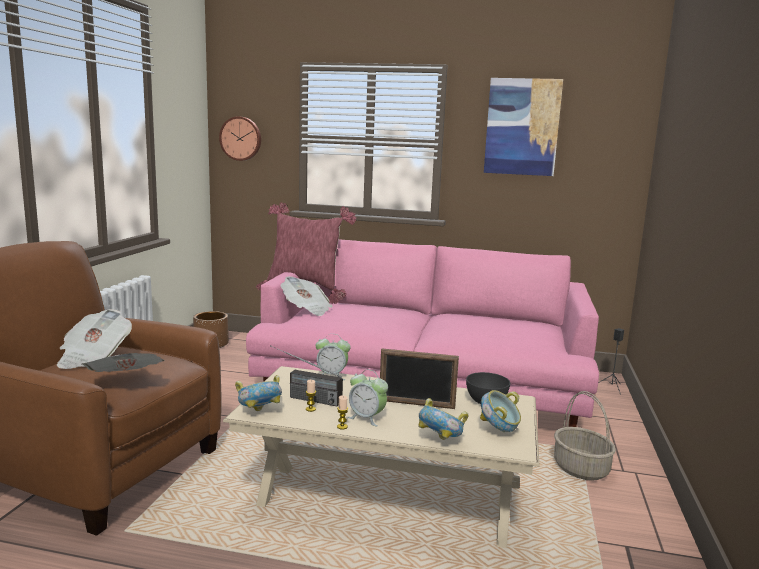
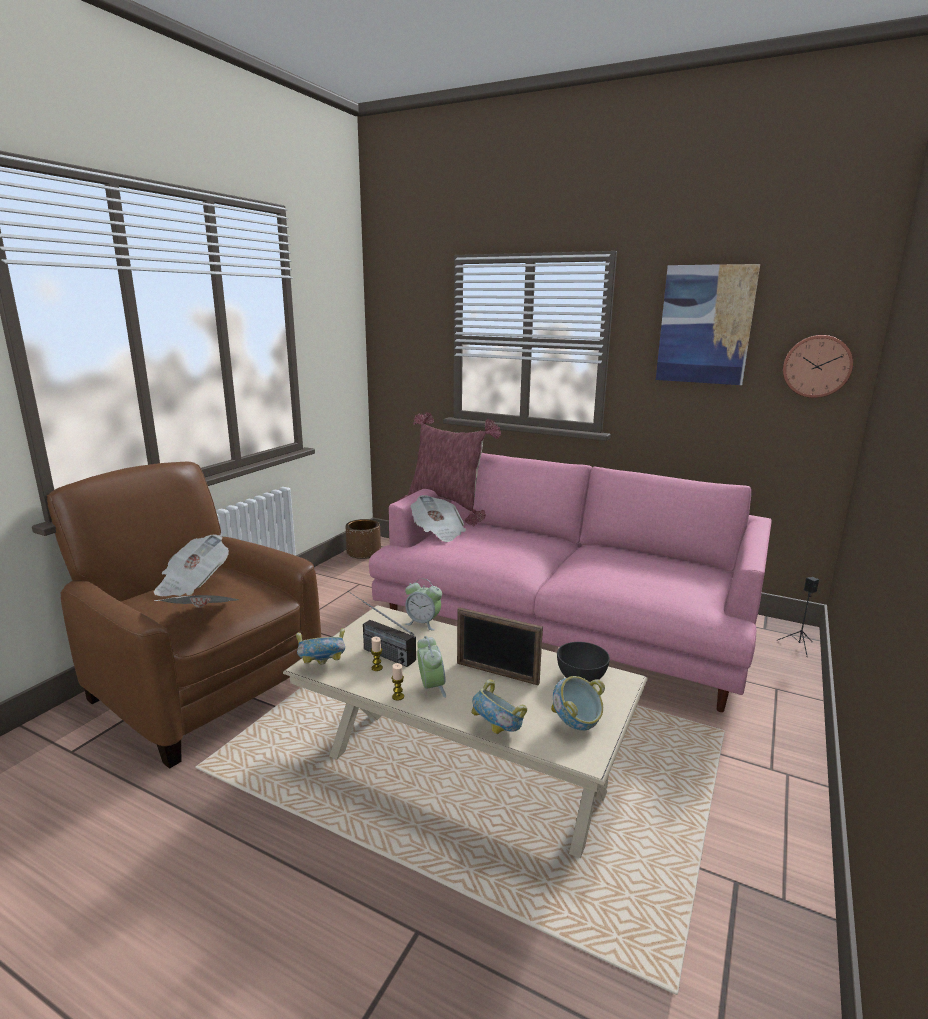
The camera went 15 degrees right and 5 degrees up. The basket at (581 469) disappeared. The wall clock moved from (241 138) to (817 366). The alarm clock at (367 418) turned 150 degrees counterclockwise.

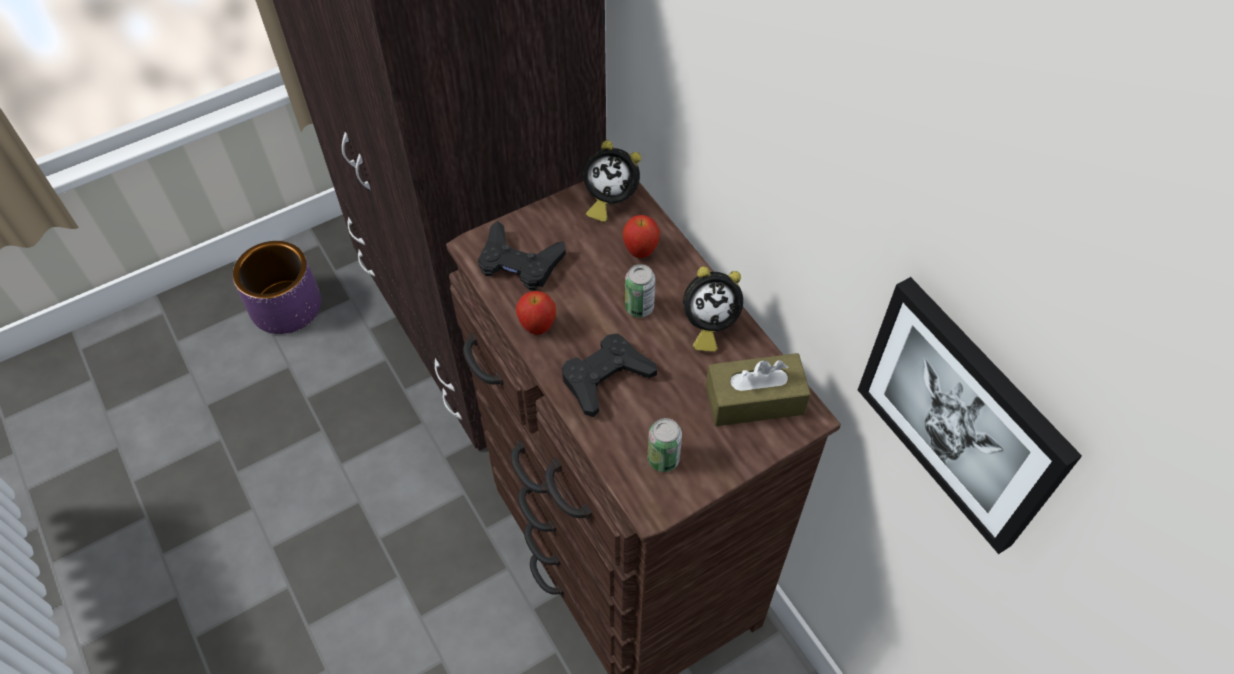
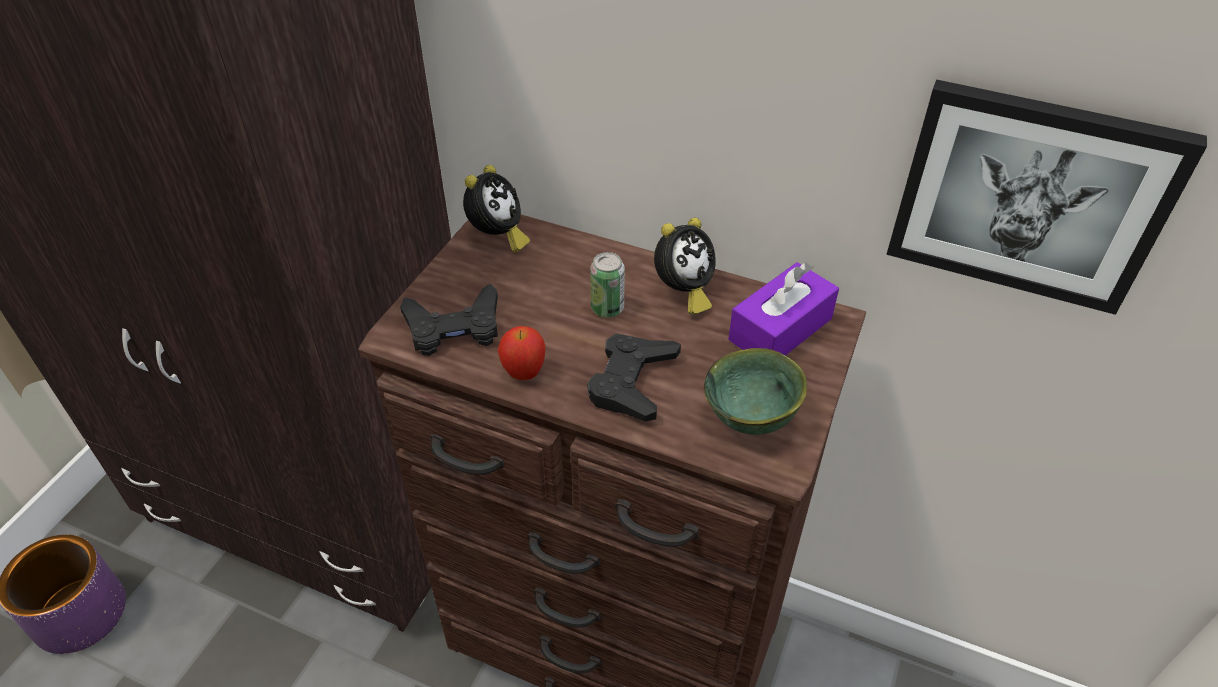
The camera went 35 degrees left and 10 degrees down. The apple at (640 251) disappeared. The can at (663 459) was replaced by the bowl/green at (751 421). The tissue box/brown at (754 400) became the tissue box/purple at (780 329). The alarm clock at (609 200) turned 45 degrees counterclockwise.

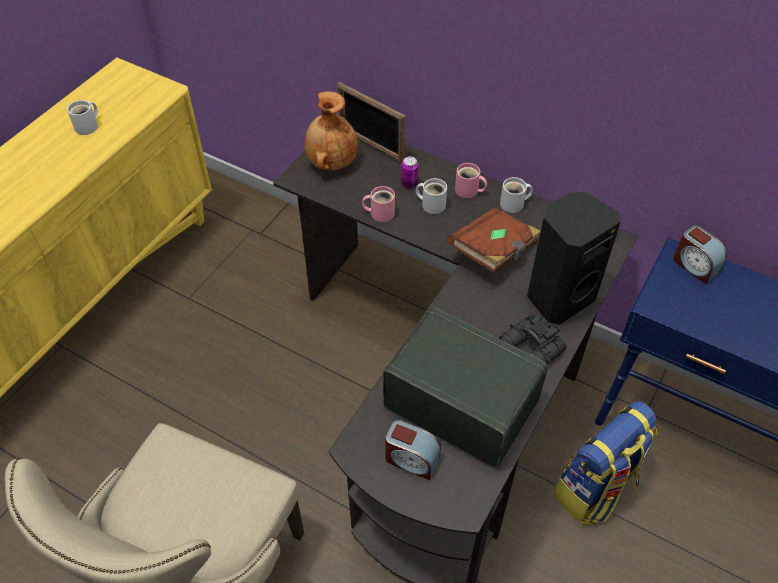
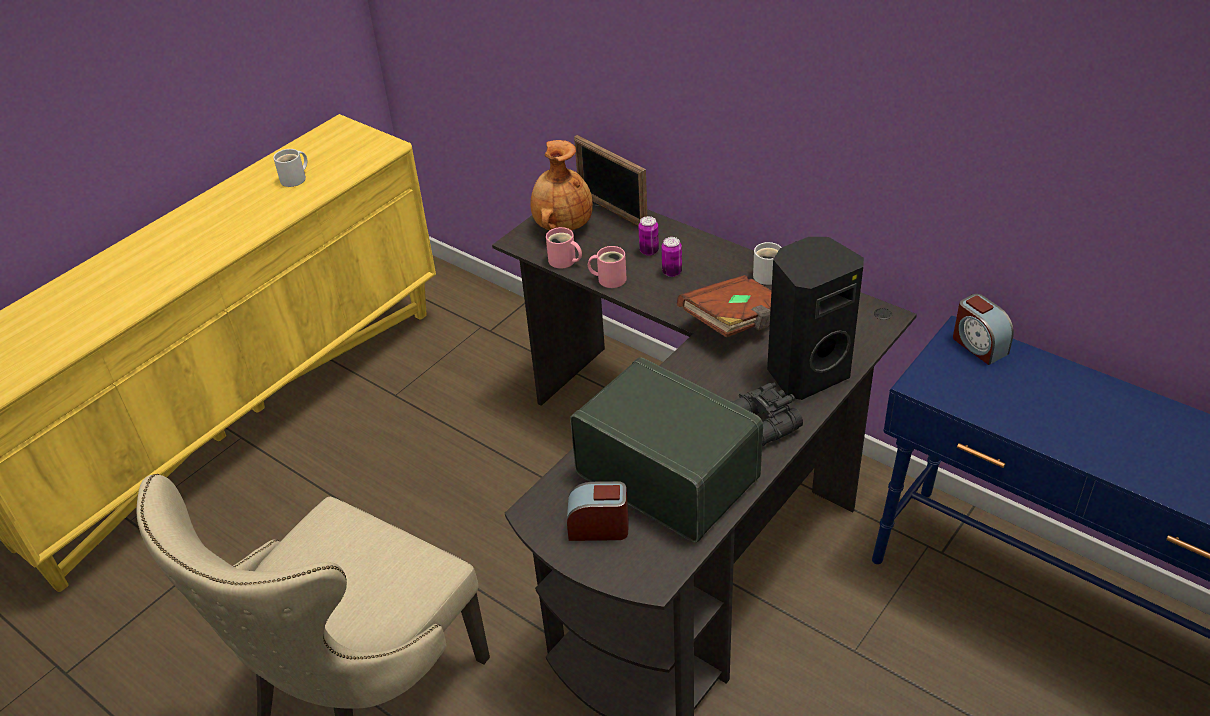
The camera went 10 degrees right and 10 degrees down. The backpack at (595 489) disappeared. The mug/pink moved from (468 191) to (564 261). The mug/white at (432 204) was replaced by the can at (672 272). The alarm clock at (411 459) turned 150 degrees clockwise.

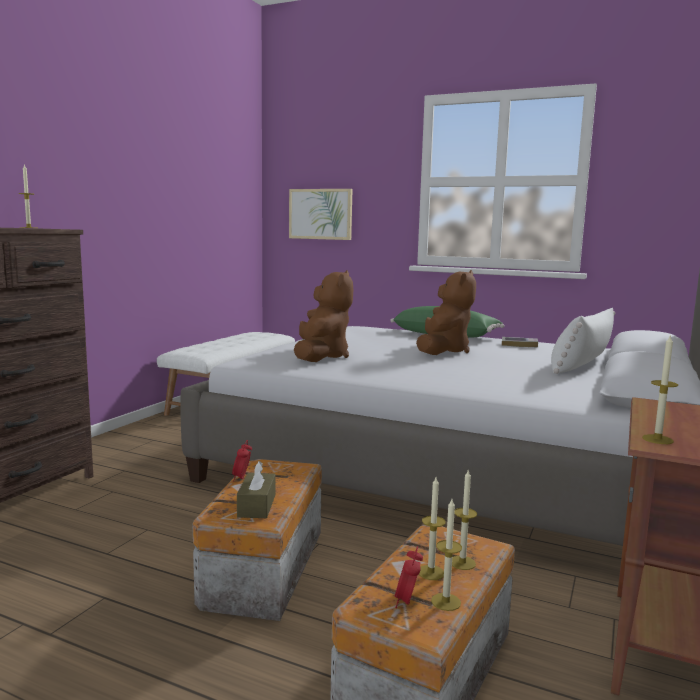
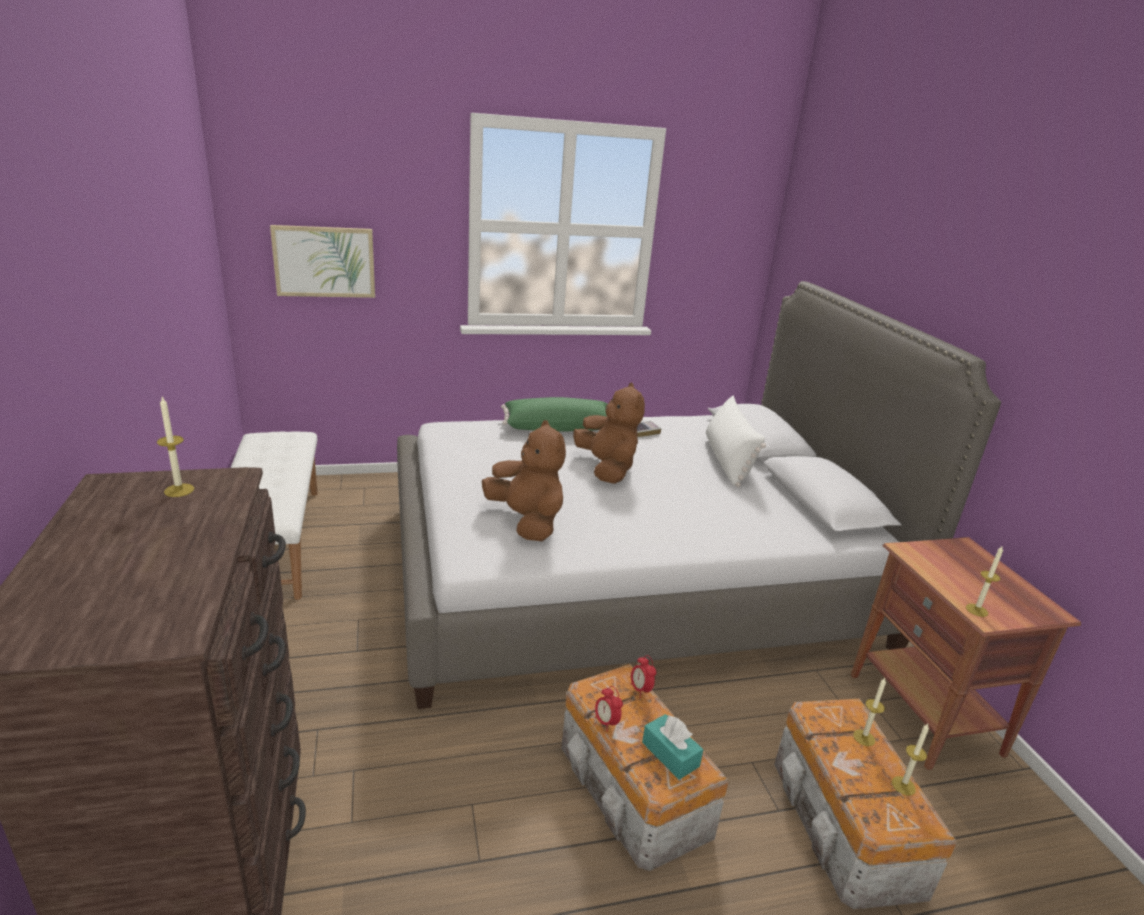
The camera went 40 degrees left and 15 degrees up. The candle at (431 572) disappeared. The alarm clock moved from (407 602) to (640 689). The tissue box/brown at (256 505) became the tissue box/turquoise at (670 754).

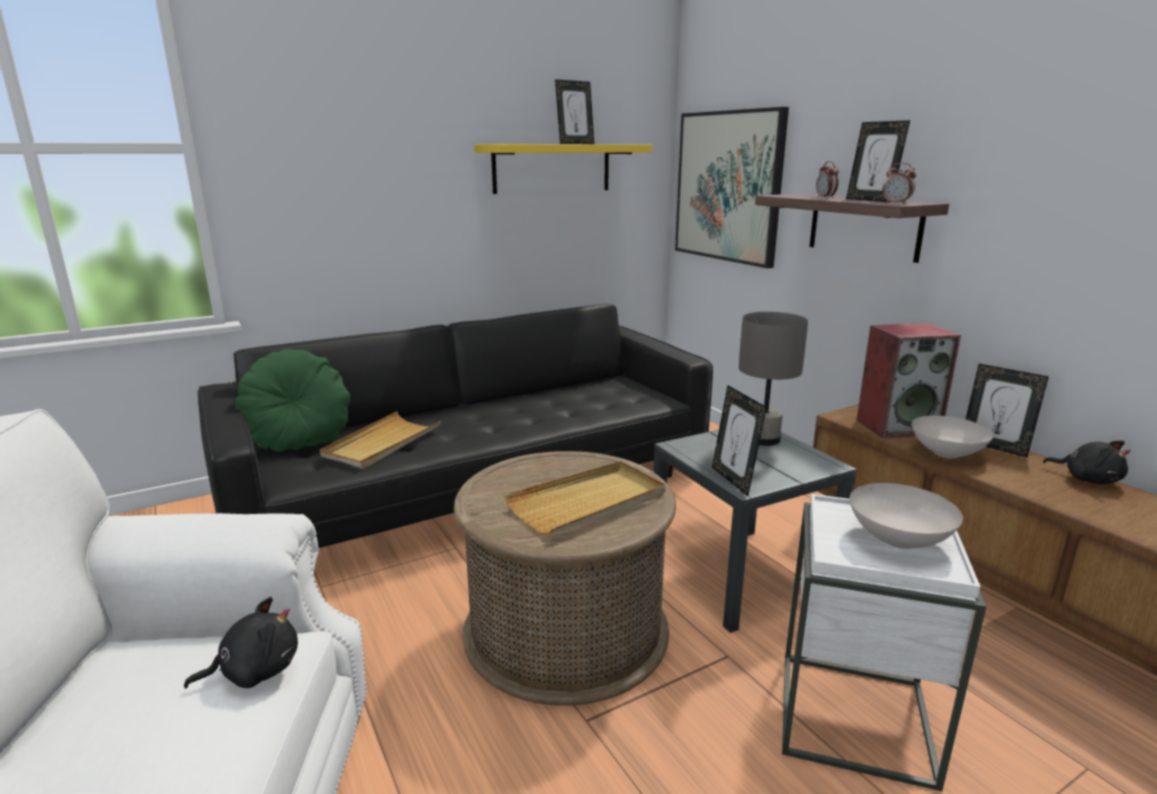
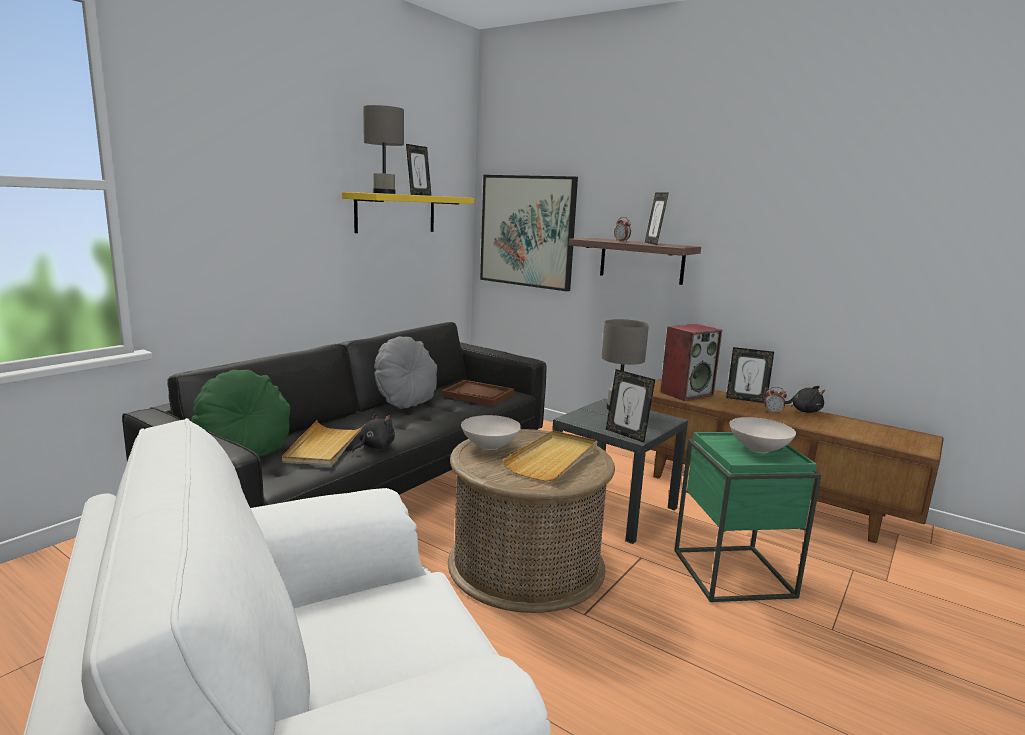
The camera went 25 degrees left and 5 degrees down. The table lamp/grey at (384 193) appeared. The pillow/grey at (406 404) appeared. The tray/brown at (478 395) appeared. The plush toy/black moved from (255 671) to (374 447). The alarm clock moved from (896 204) to (773 412). The bowl/white moved from (945 454) to (489 446). The side table/white at (855 716) became the side table/green at (733 573). The picture frame at (871 200) turned 45 degrees clockwise.

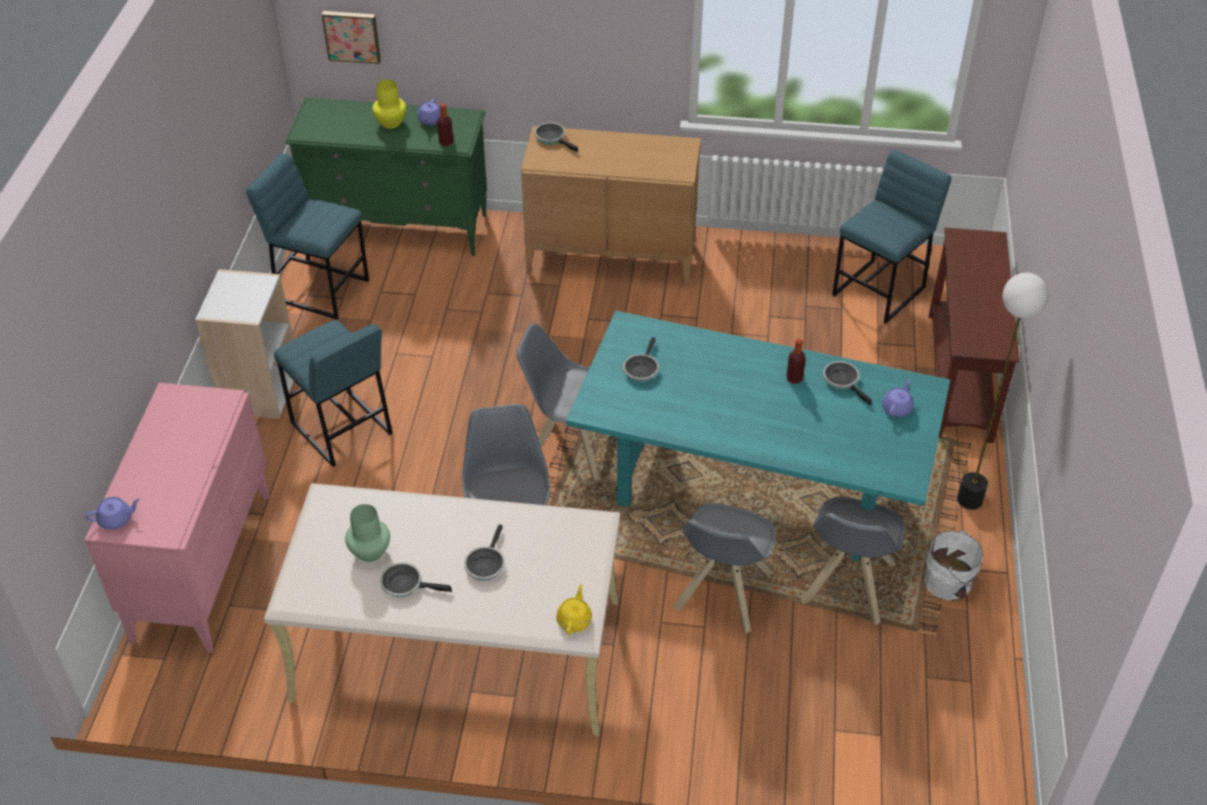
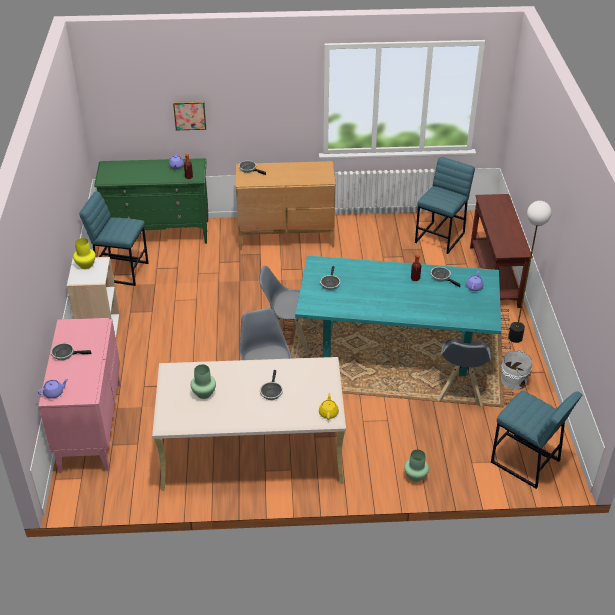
The camera went 10 degrees left and 5 degrees down. The chair/grey at (722 592) disappeared. The vase/green at (415 476) appeared. The stool/blue moved from (343 429) to (527 462). The picture moved from (352 35) to (189 114). The vase/yellow moved from (391 122) to (86 265). The frying pan moved from (405 584) to (65 354).

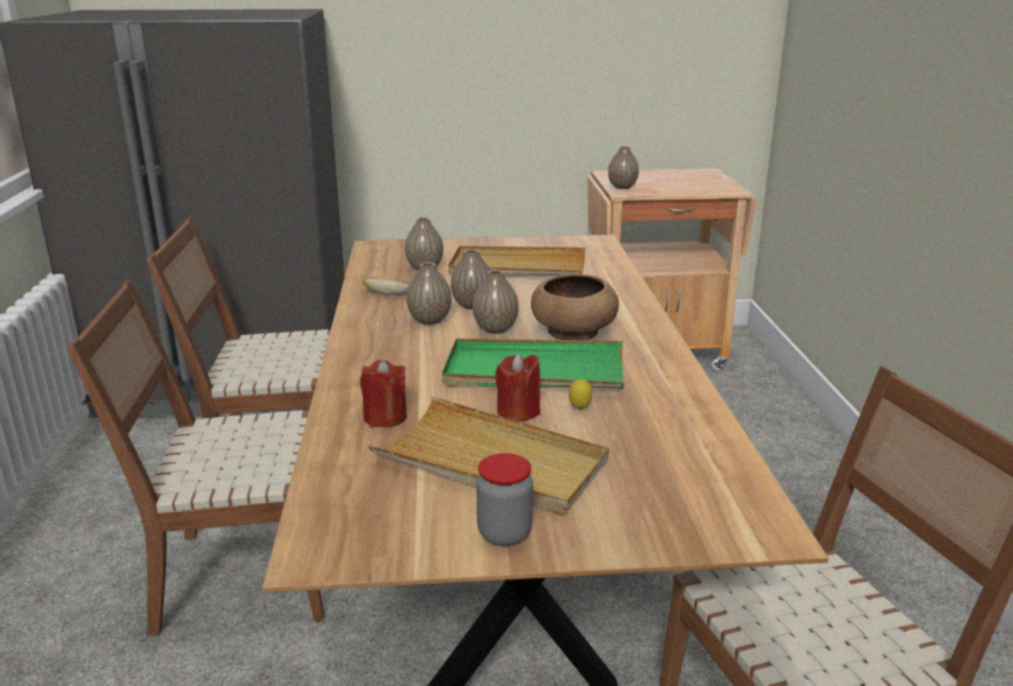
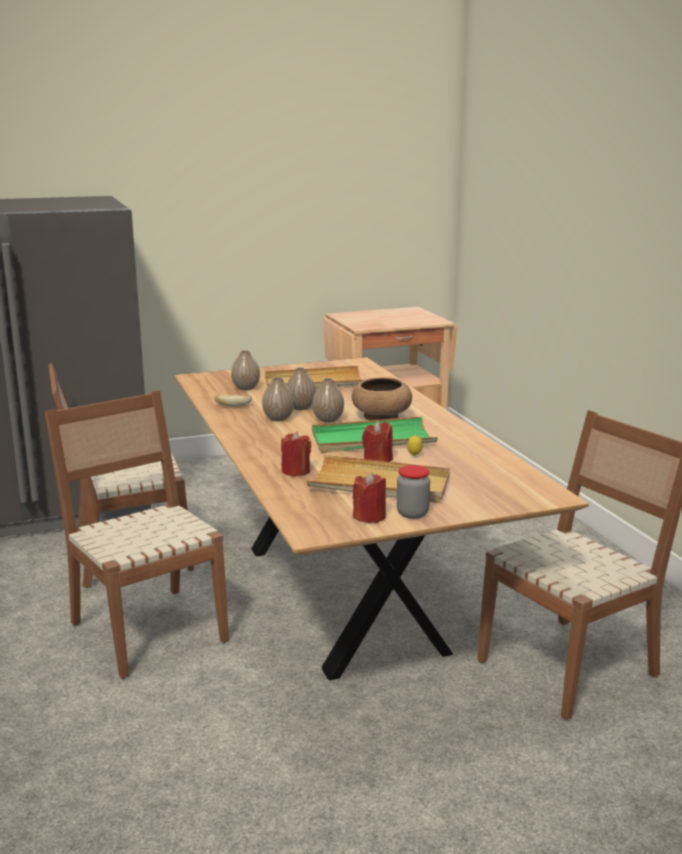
The camera went 15 degrees left and 5 degrees down. The vase at (622 187) disappeared. The candle/red at (369 516) appeared. The chair at (239 577) turned 75 degrees clockwise.

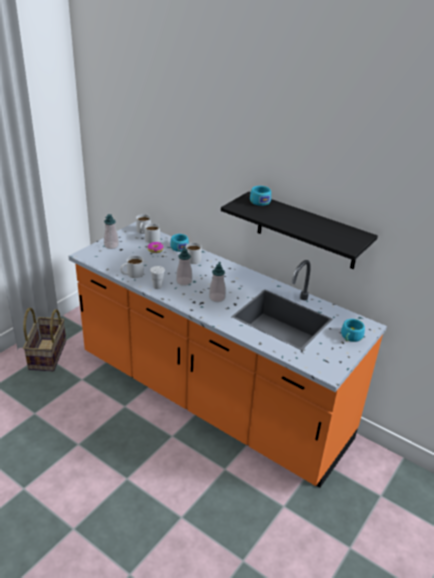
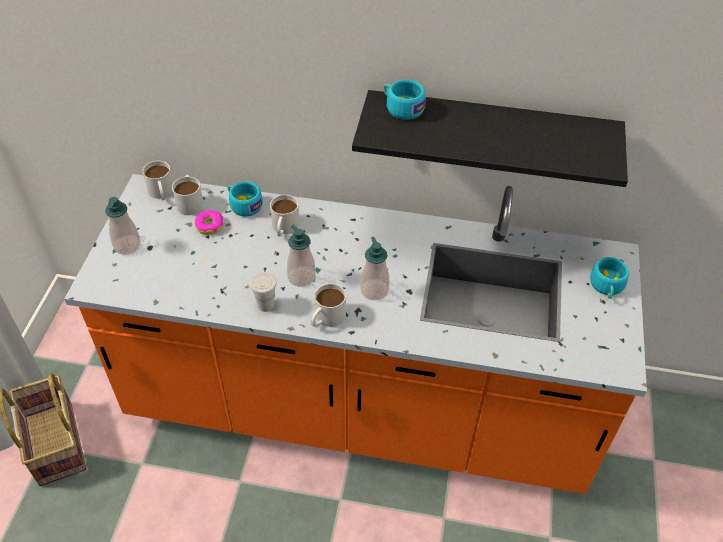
The camera went 25 degrees left and 15 degrees up. The mug/white moved from (132 274) to (326 318).

